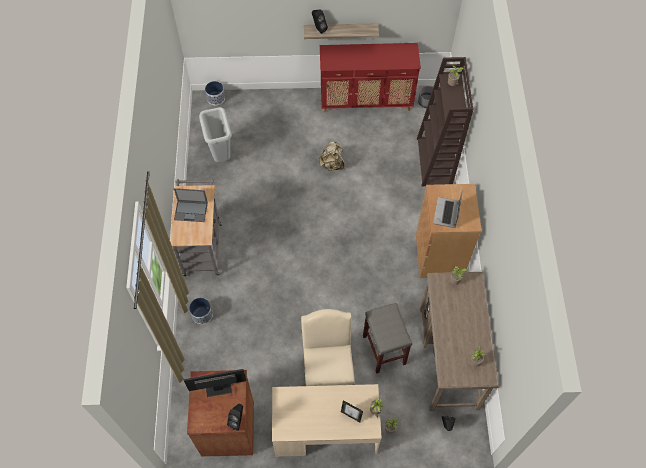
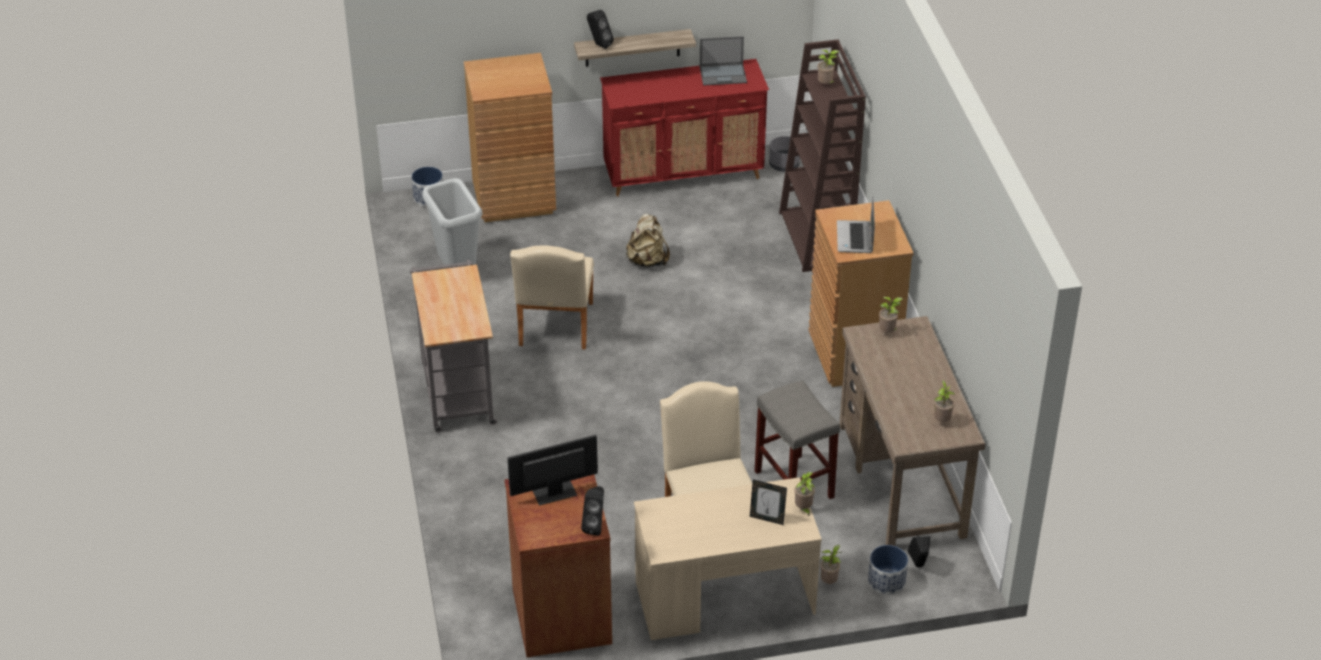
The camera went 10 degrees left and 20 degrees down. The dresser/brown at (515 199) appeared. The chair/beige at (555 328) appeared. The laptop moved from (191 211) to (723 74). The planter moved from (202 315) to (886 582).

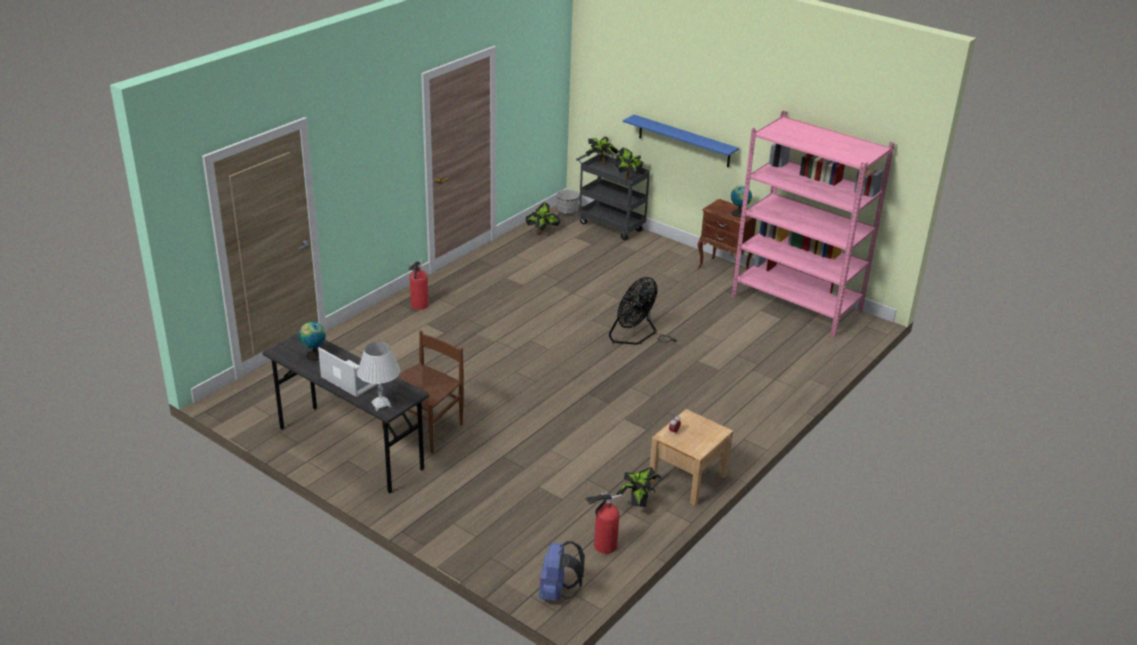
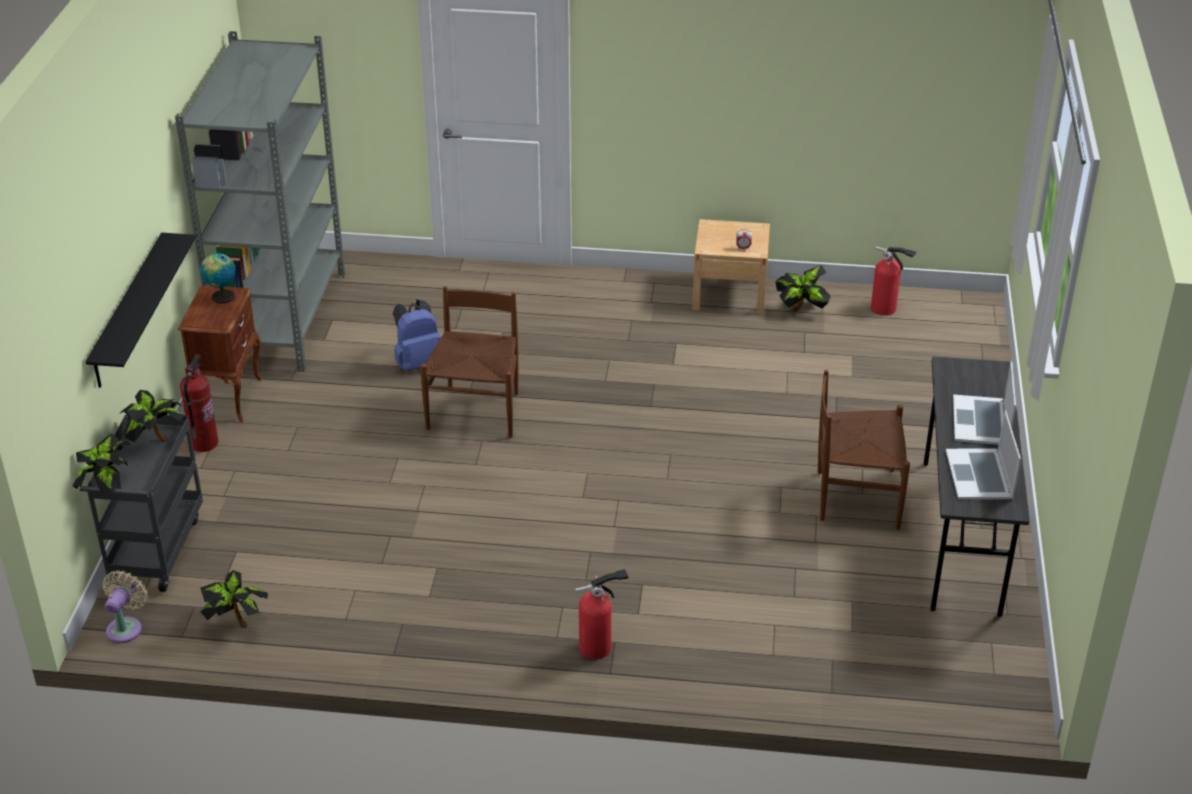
The camera went 120 degrees left and 5 degrees up. The table lamp/white at (381 404) disappeared. The fire extinguisher at (204 443) appeared. The backpack/blue moved from (558 592) to (418 362). The globe at (313 355) was replaced by the laptop at (980 474). The planter at (567 211) was replaced by the fan/beige at (126 627). The fan/black at (641 334) was replaced by the chair/brown at (476 411). The shelf/blue at (684 141) became the shelf/black at (128 311). The bookcase/pink at (796 304) became the bookcase/grey at (282 318).

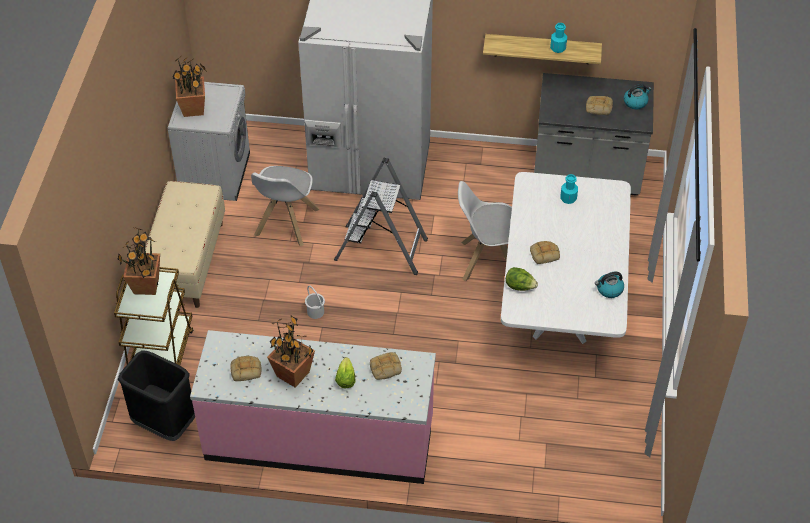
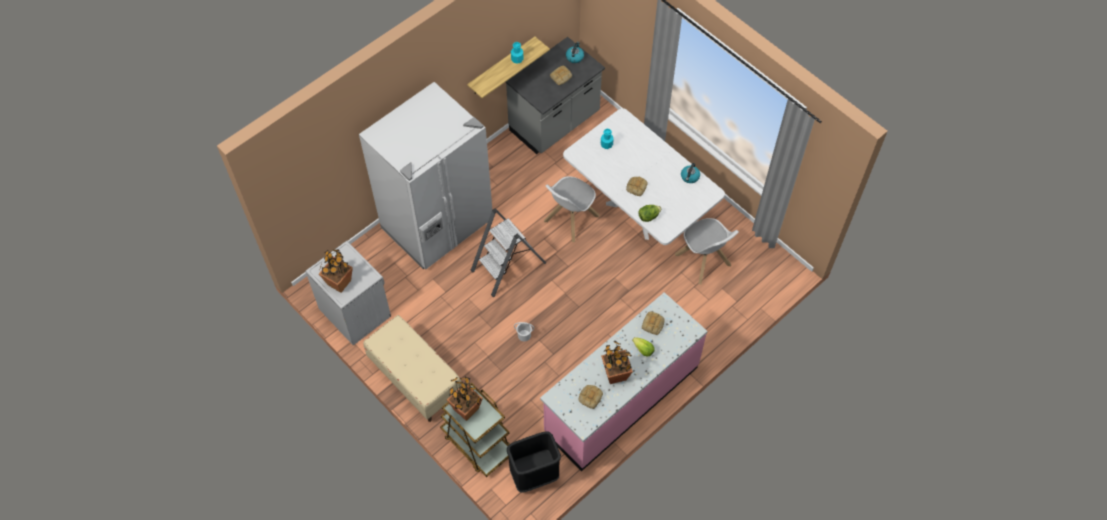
The camera went 50 degrees left and 10 degrees up. The chair moved from (285 223) to (703 261).

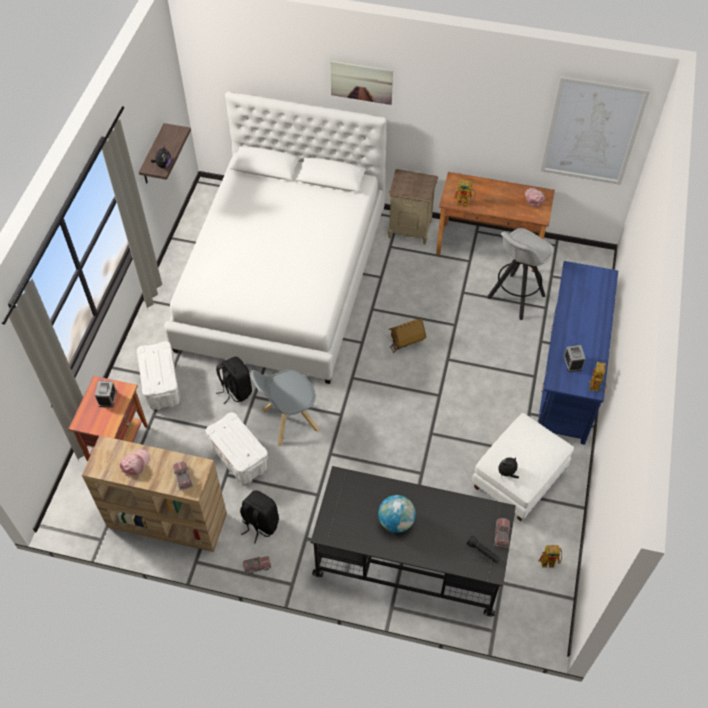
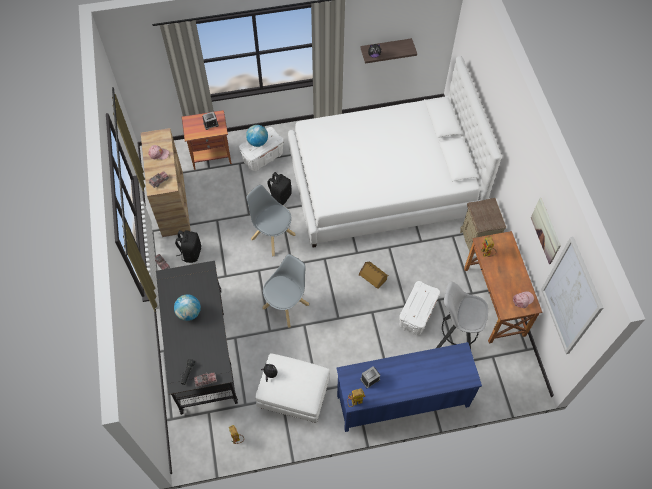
The camera went 65 degrees right and 5 degrees up. The globe at (257 142) appeared. The chair/grey at (287 305) appeared. The storage box/white moved from (239 458) to (417 314). The picture moved from (361 82) to (546 230).

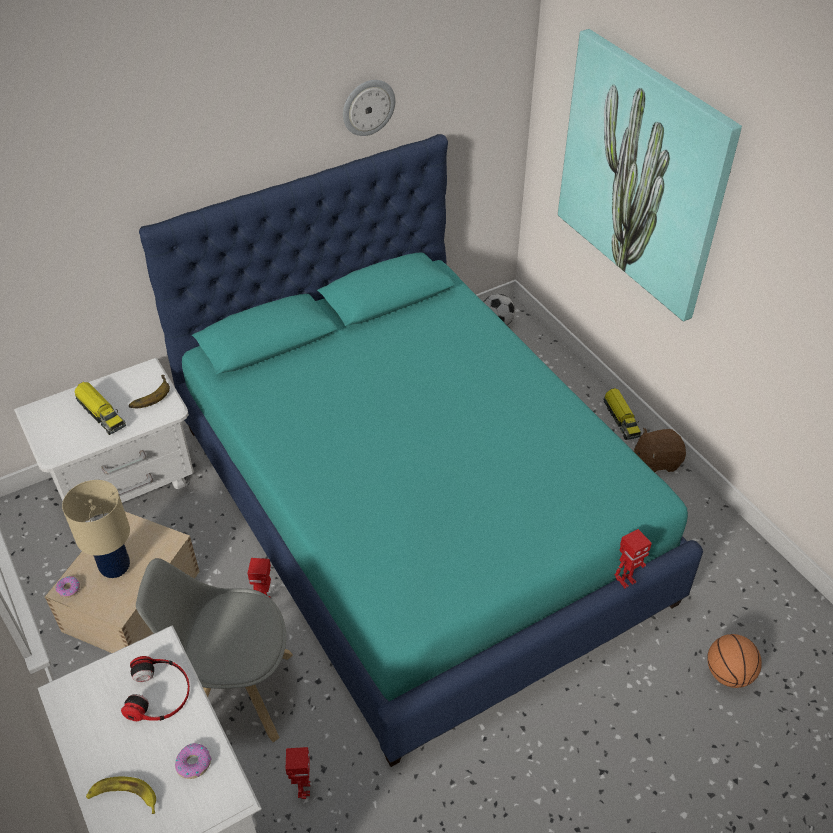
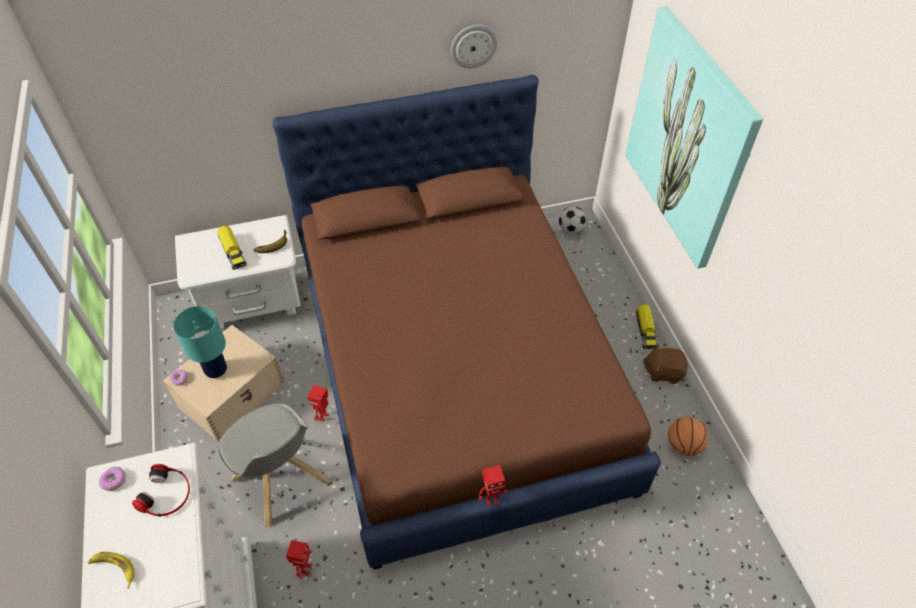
The camera went 15 degrees right and 5 degrees up. The donut moved from (193 763) to (114 480). The toy robot moved from (626 581) to (492 500). The basketball moved from (728 674) to (683 445). The table lamp/beige at (115 568) became the table lamp/turquoise at (216 370). The bed/turquoise at (415 510) became the bed/brown at (457 370). The chair/grey at (236 692) turned 150 degrees counterclockwise.

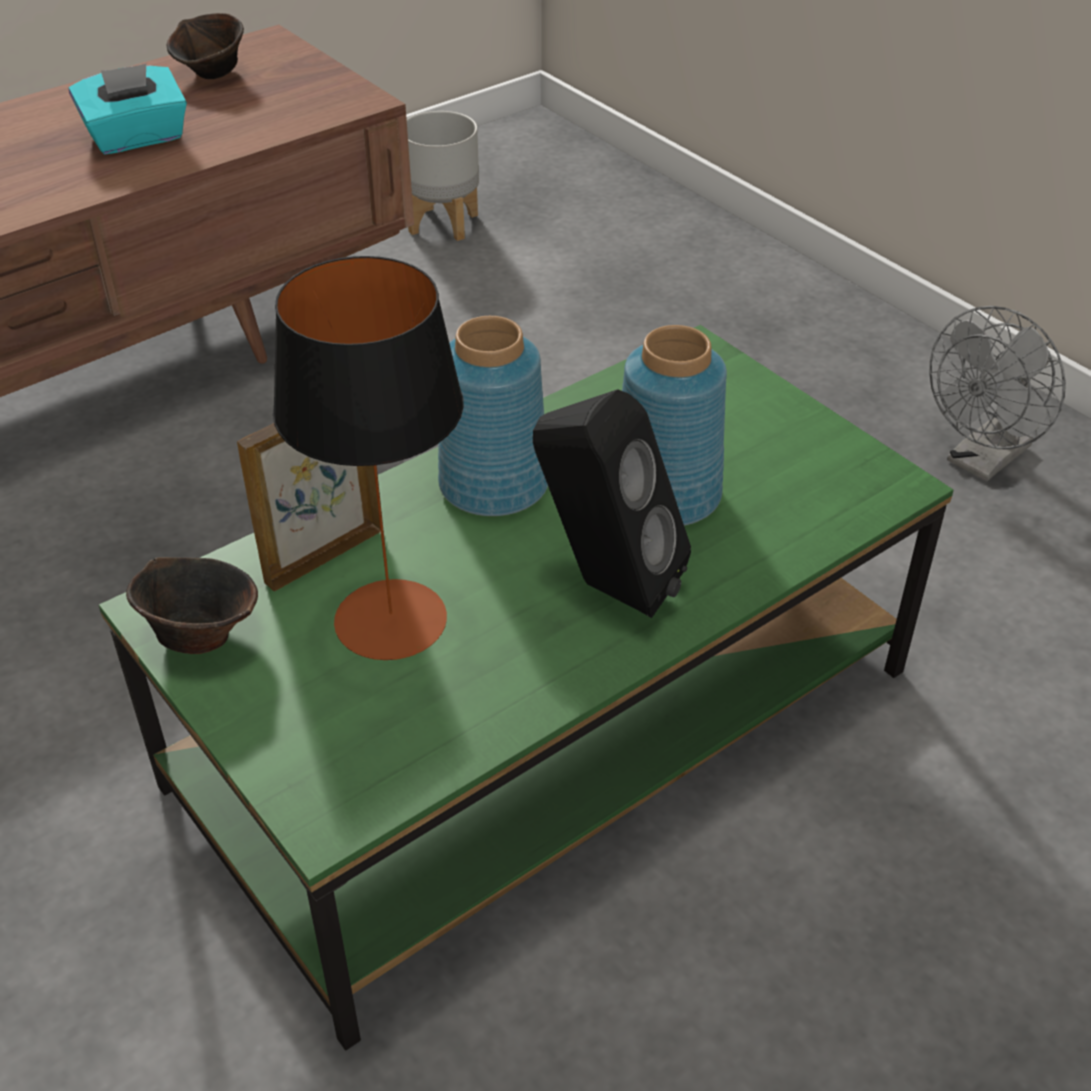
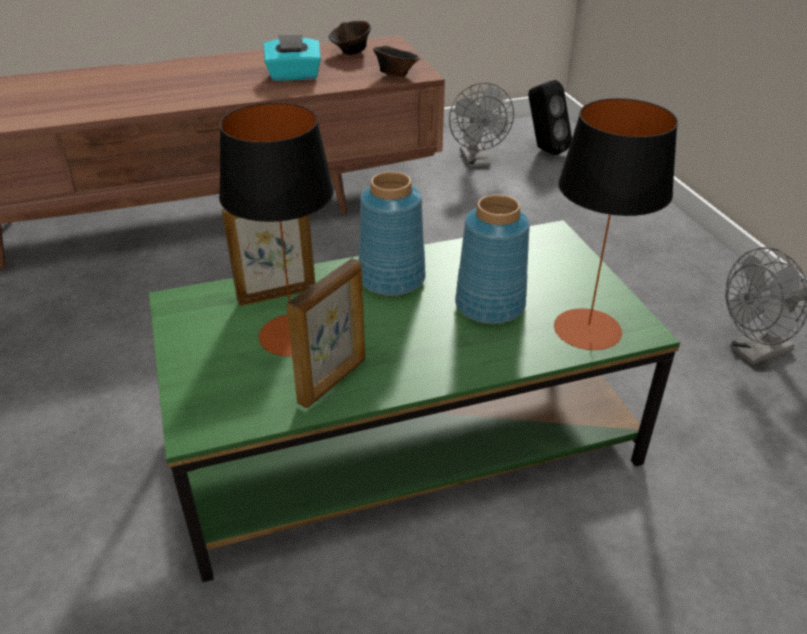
The camera went 20 degrees right and 5 degrees down. The picture frame at (333 381) appeared. The table lamp at (588 329) appeared. The bowl/brown moved from (200 633) to (395 75). The speaker/black moved from (605 585) to (543 149). The planter/grey at (444 222) was replaced by the fan/grey at (477 162).

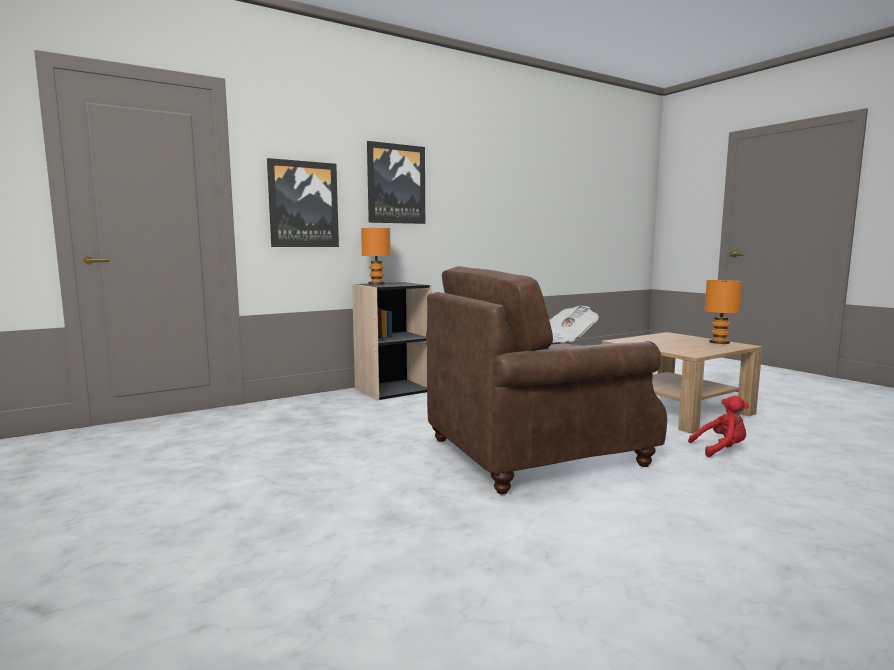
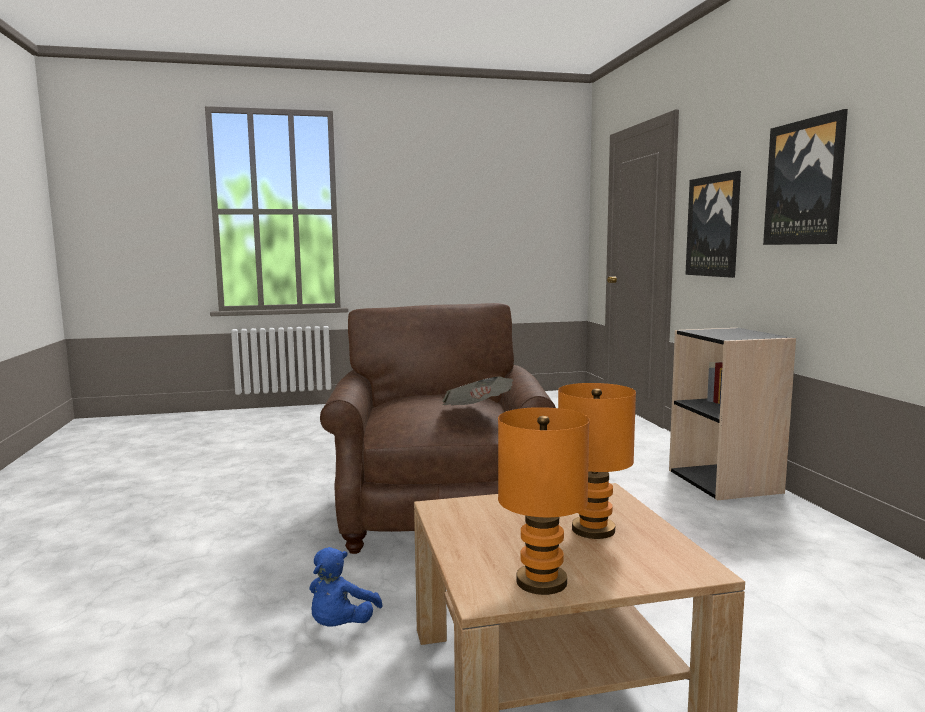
The camera went 110 degrees right and 0 degrees up. The table lamp/orange moved from (377 284) to (593 530). The plush toy/red at (721 449) became the plush toy/blue at (341 625).

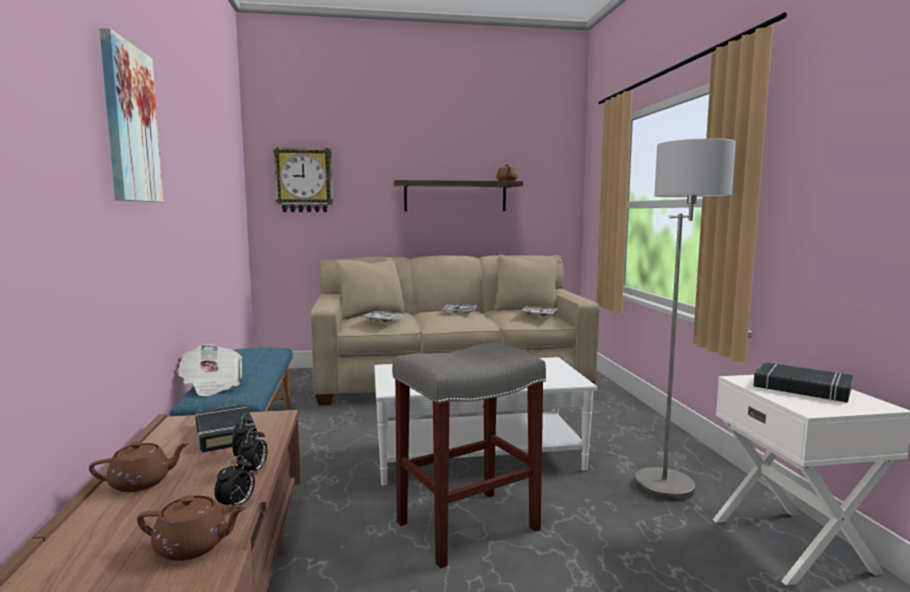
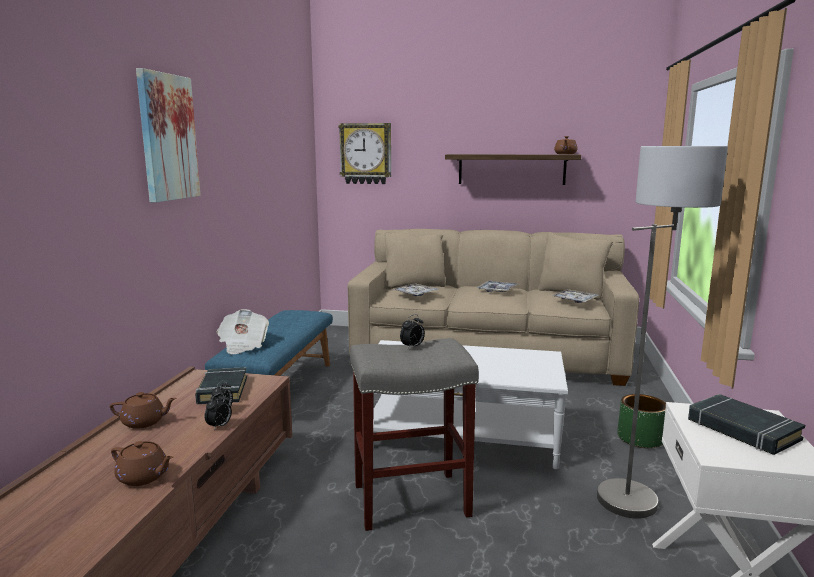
The camera went 20 degrees right and 5 degrees up. The planter/green at (640 439) appeared. The alarm clock moved from (236 505) to (412 347).

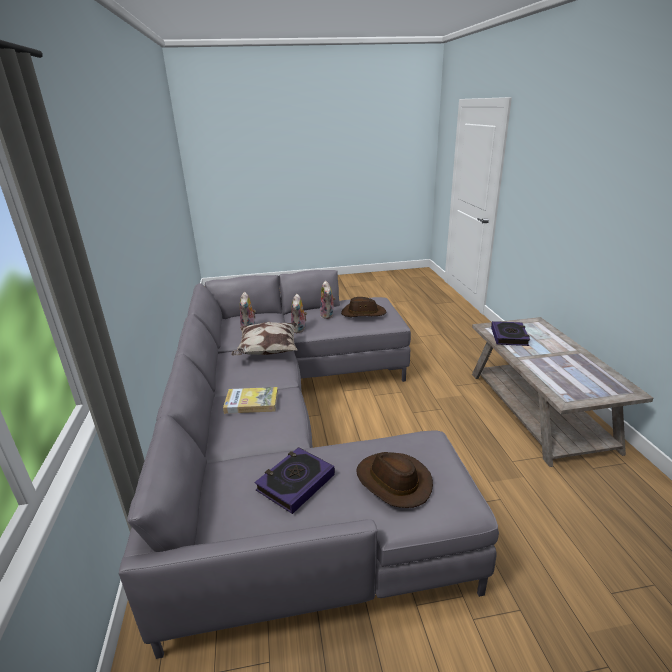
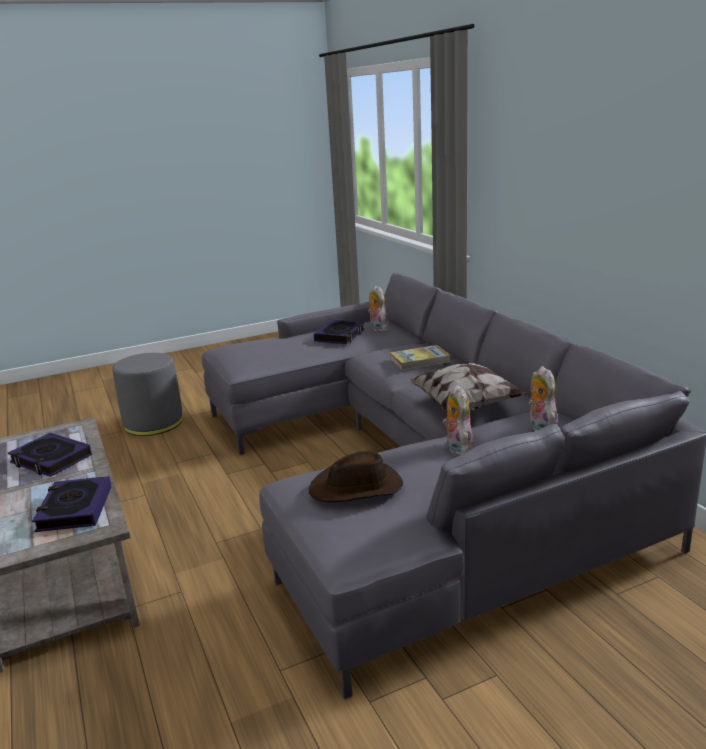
The camera went 165 degrees right and 5 degrees down. The hat/brown at (393 482) disappeared. The book at (51 459) appeared. The ottoman/grey at (154 423) appeared. The plush toy moved from (328 315) to (377 329).

